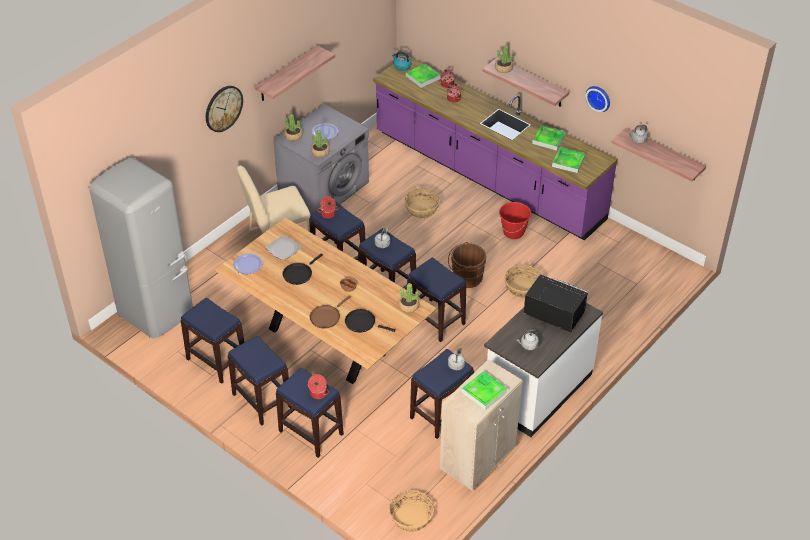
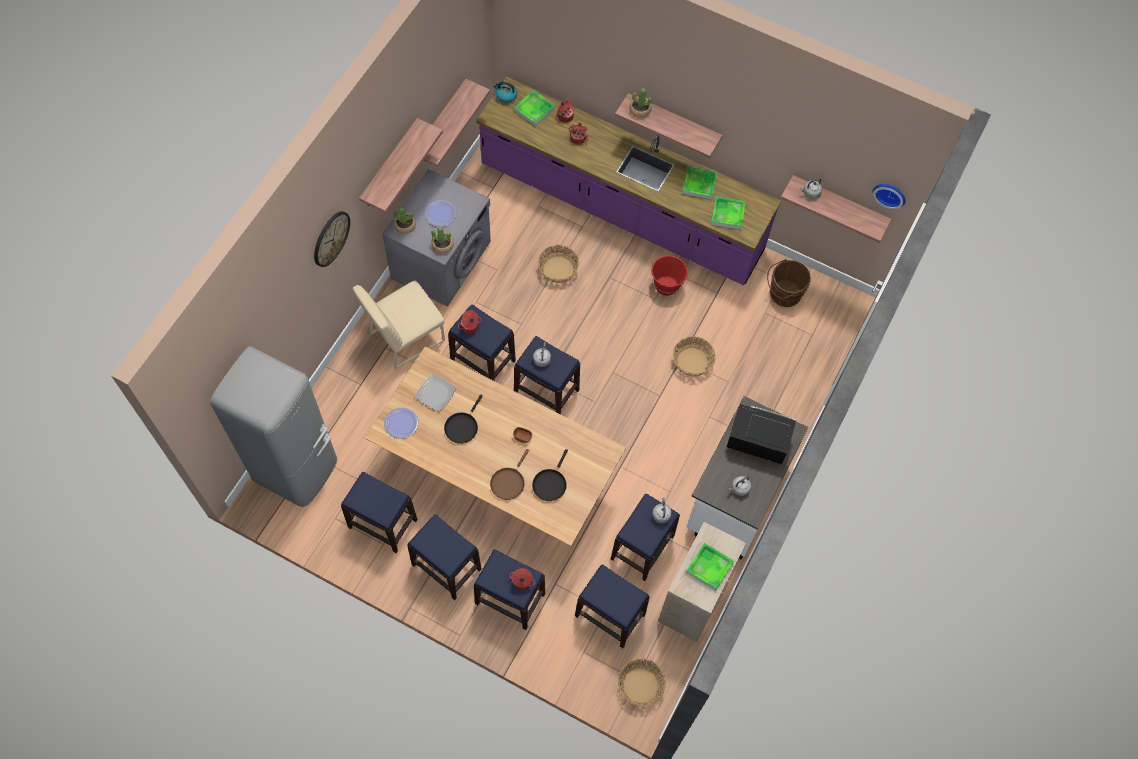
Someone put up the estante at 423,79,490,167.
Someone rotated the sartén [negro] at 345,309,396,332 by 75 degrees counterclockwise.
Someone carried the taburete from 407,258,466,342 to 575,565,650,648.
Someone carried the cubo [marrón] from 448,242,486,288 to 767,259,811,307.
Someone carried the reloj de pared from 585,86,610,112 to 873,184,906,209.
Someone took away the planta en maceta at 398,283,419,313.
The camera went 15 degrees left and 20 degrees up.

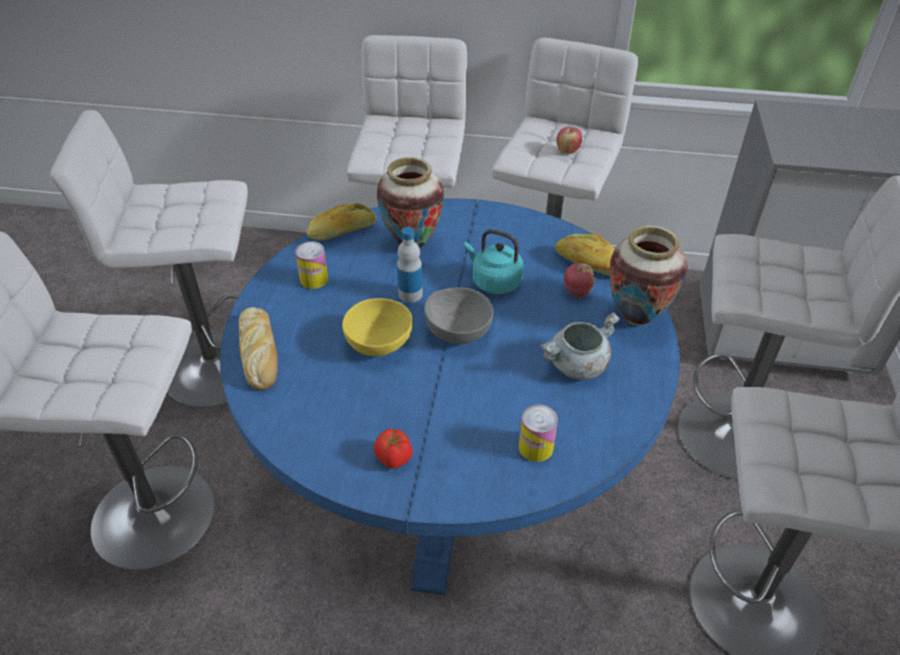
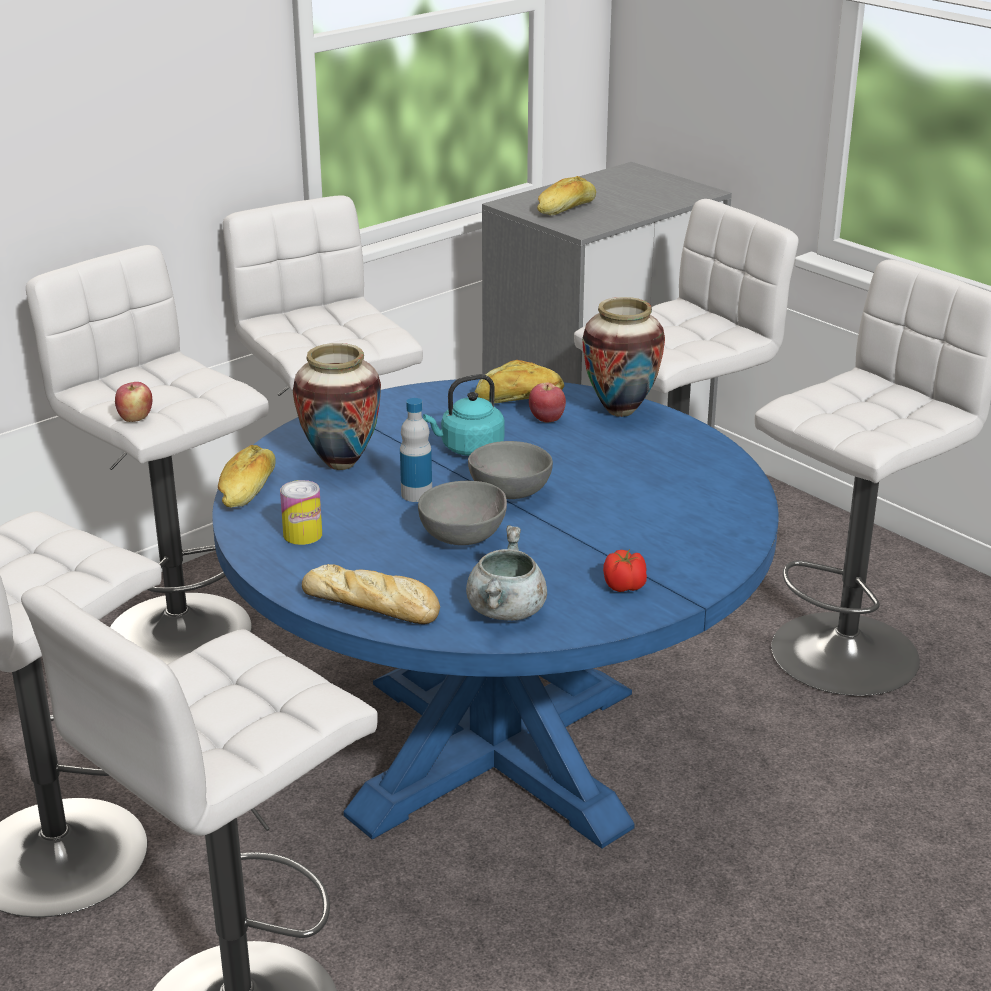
Someone carried the manzana from 557,127,582,154 to 115,382,152,422.
Someone repainted the cuenco [amarillo] at 342,298,413,356, which became the cuenco [gris] at 418,481,507,545.
Someone carried the olla [gris] from 540,312,620,380 to 466,525,547,621.
Someone put down the pan at 537,176,596,216.
Someone took away the lata at 519,404,558,462.
The camera went 50 degrees left and 15 degrees down.

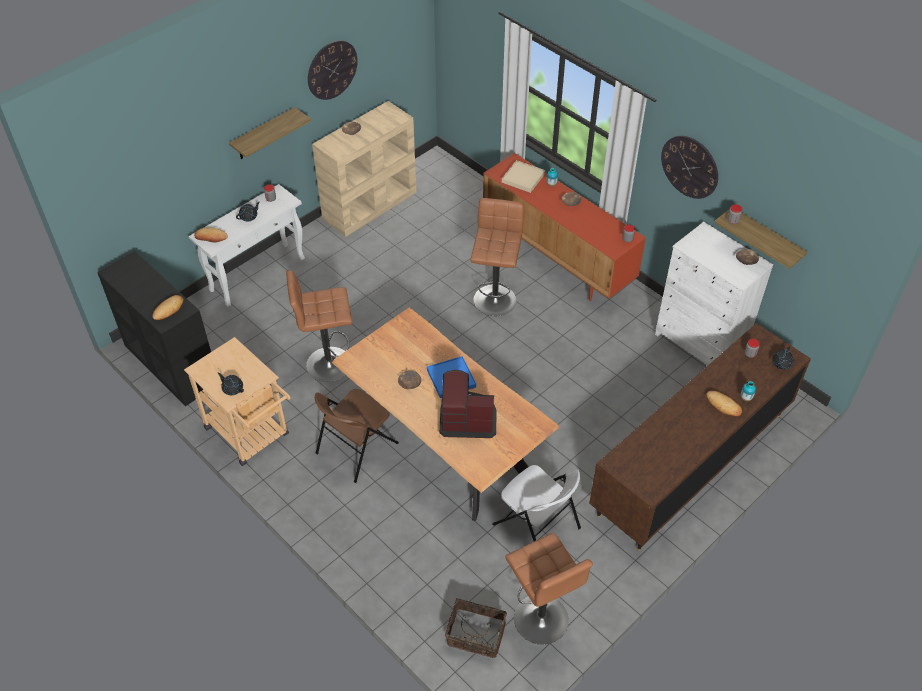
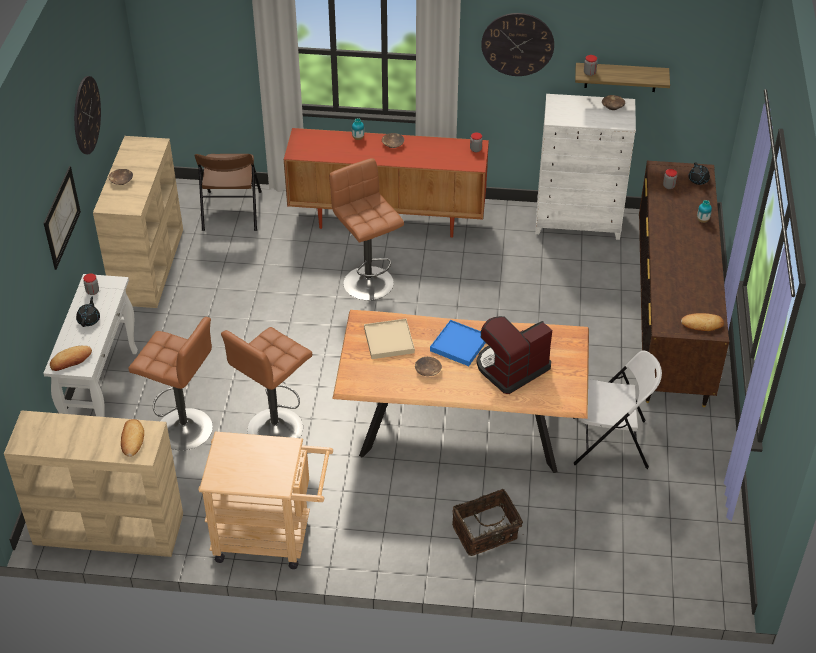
Someone repainted the estantería [negro] at 97,251,211,407, which became the estantería [beis] at 4,410,183,557.
Someone swapped the estante at 229,107,311,159 for the cuadro at 44,166,81,270.
Someone carried the taburete [marrón] from 505,532,593,645 to 128,317,213,450.
Someone carried the silla [marrón] from 315,389,399,483 to 194,154,262,231.
Someone carried the bandeja [beis] from 502,160,545,193 to 364,319,415,359.
Someone carried the cesta from 445,598,507,660 to 452,488,523,556.
Someone carried the pan from 706,391,742,416 to 681,313,724,331.
Someone took away the tetera [negro] at 218,372,244,395.
The camera went 40 degrees left and 5 degrees down.

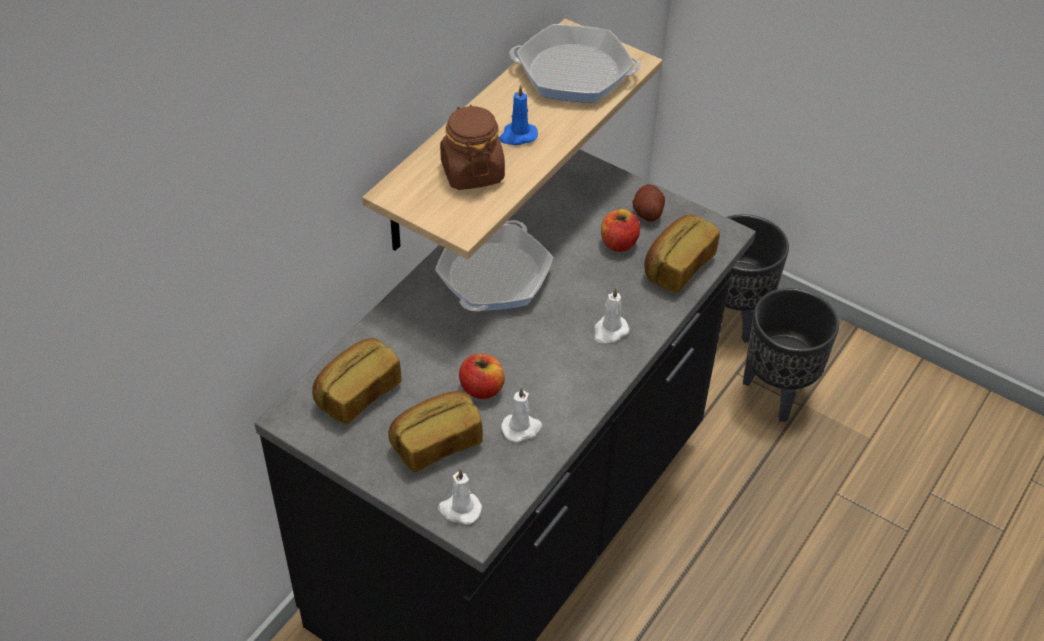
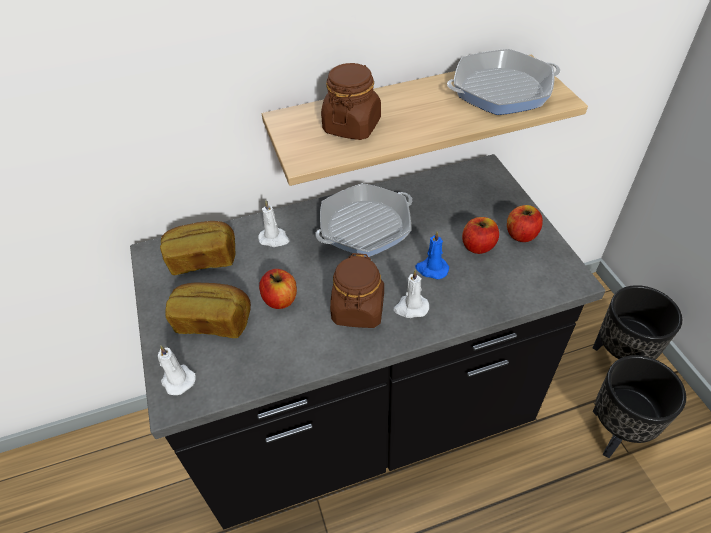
Someone carried the vela [blanco] from 501,386,542,442 to 258,200,289,247.
Someone put down the tarro [marrón] at 330,253,384,328.
Someone carried the vela [azul] from 499,85,538,145 to 415,231,449,279.
Someone rotated the sartén at 510,24,641,103 by 120 degrees clockwise.
Someone swapped the patata at 633,184,665,221 for the manzana at 507,205,543,242.
Someone took away the pan at 644,215,720,292.
The camera went 40 degrees right and 0 degrees up.

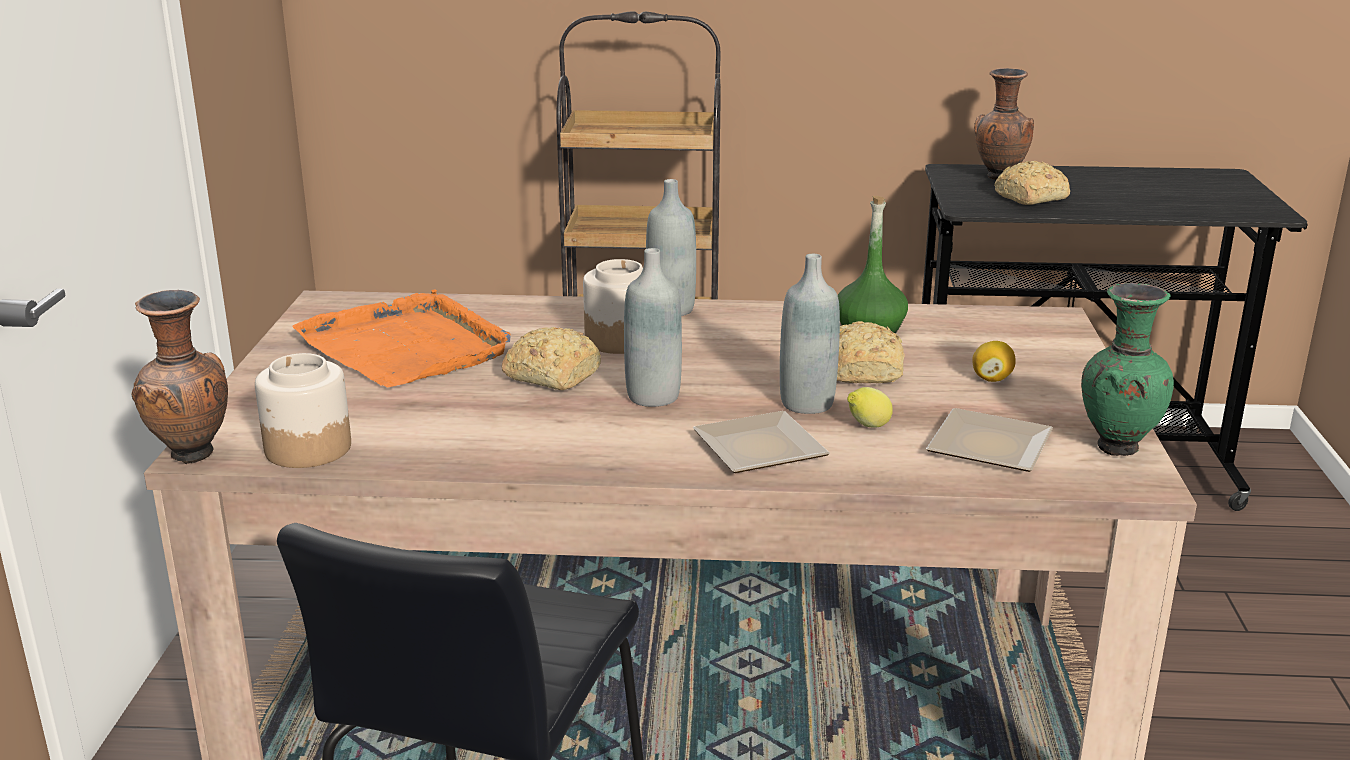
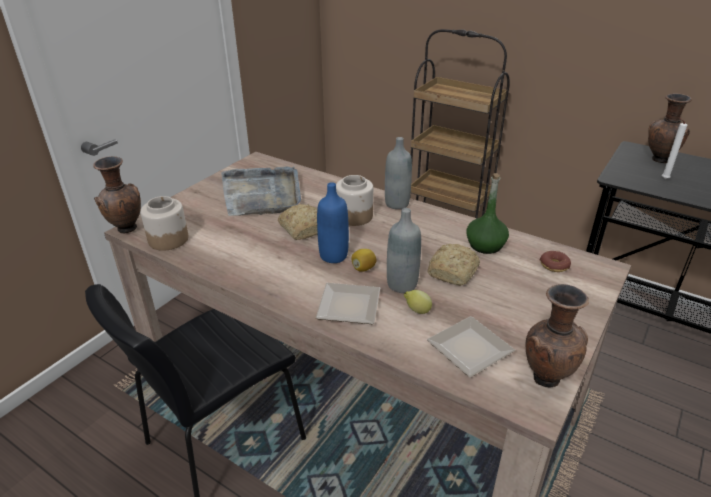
Someone repainted the bandeja [naranja] at 293,289,511,387, which became the bandeja [gris] at 221,166,301,216.
Someone repainted the botella [gris] at 624,248,682,407, which became the botella [azul] at 317,182,349,263.
Someone carried the limón from 972,341,1016,382 to 351,249,376,272.
Someone repainted the florero [verde] at 1081,283,1174,456, which became the florero [marrón] at 525,284,589,387.
Someone put down the rosquilla at 539,251,571,272.
Someone swapped the pan at 994,161,1070,205 for the vela [blanco] at 662,118,687,179.
The camera went 30 degrees right and 10 degrees up.

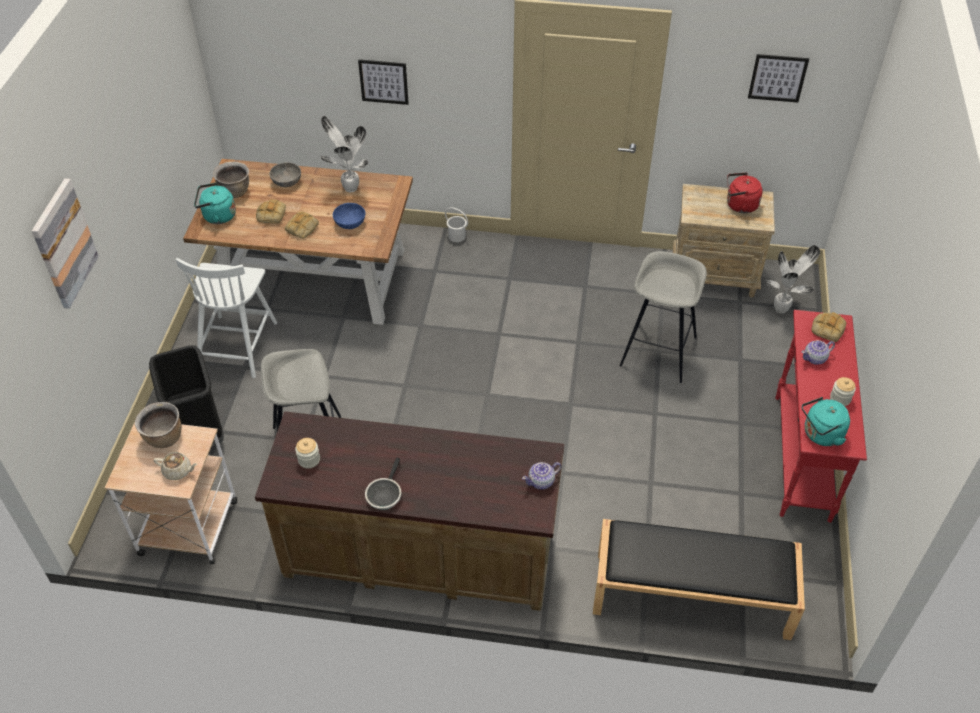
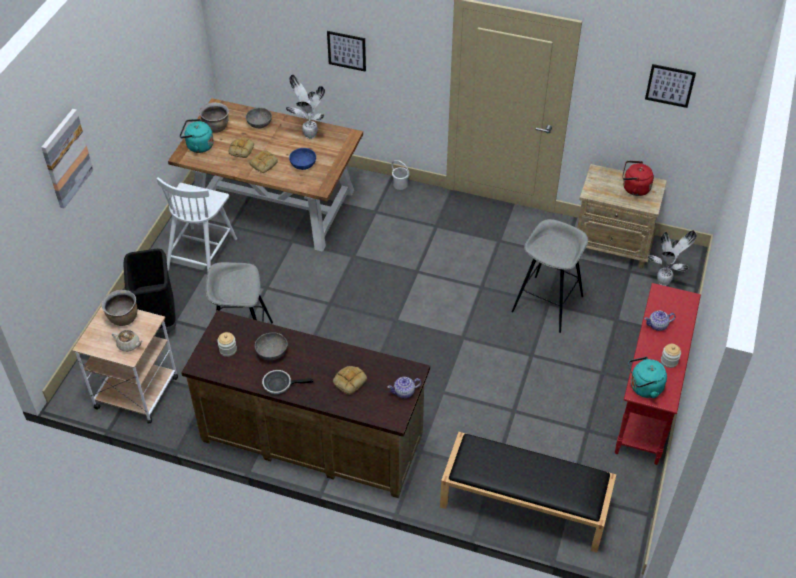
Someone put down the cuenco [gris] at 255,332,288,360.
Someone rotated the sartén at 365,458,401,510 by 60 degrees clockwise.
Someone carried the pan from 812,312,846,342 to 333,366,367,395.
The camera went 10 degrees right and 0 degrees up.

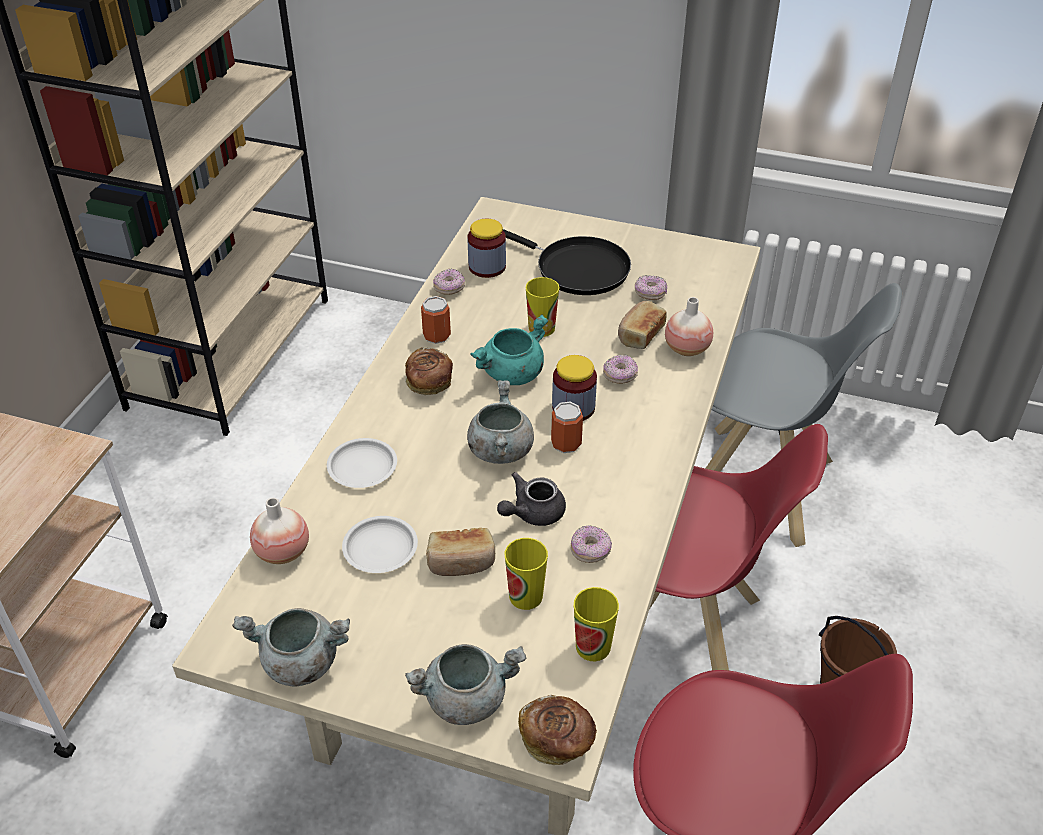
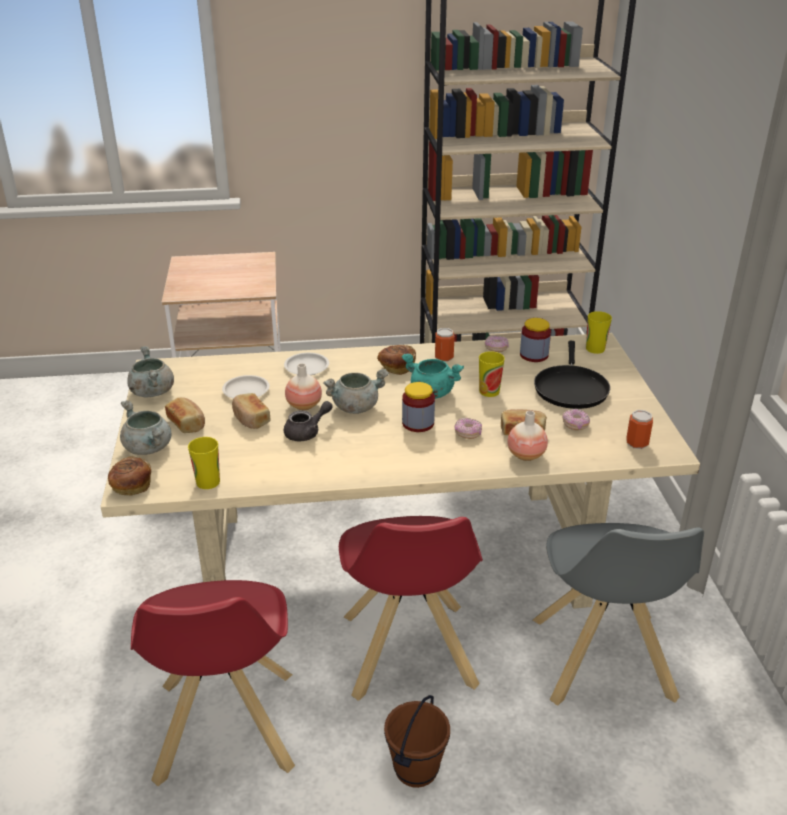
Someone put down the pan at 165,397,205,433.
Someone rotated the tetera [gris] at 497,472,566,526 by 120 degrees clockwise.
Someone carried the florero from 250,498,309,564 to 285,363,322,410.
Someone carried the taza from 505,538,548,610 to 586,311,612,354.
Someone carried the lata from 551,402,583,453 to 626,410,653,449.
Someone took away the rosquilla at 571,525,612,563.
The camera went 65 degrees right and 10 degrees down.

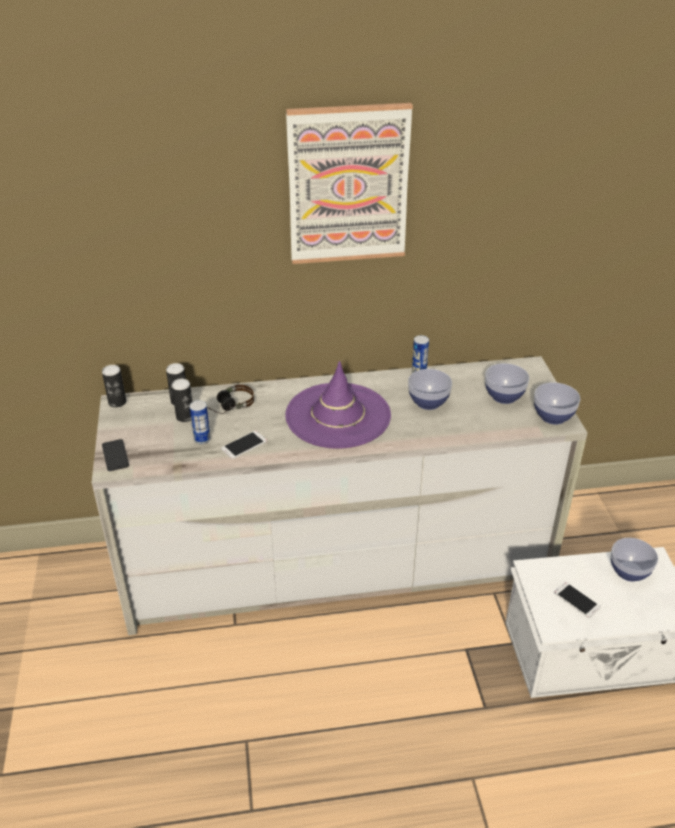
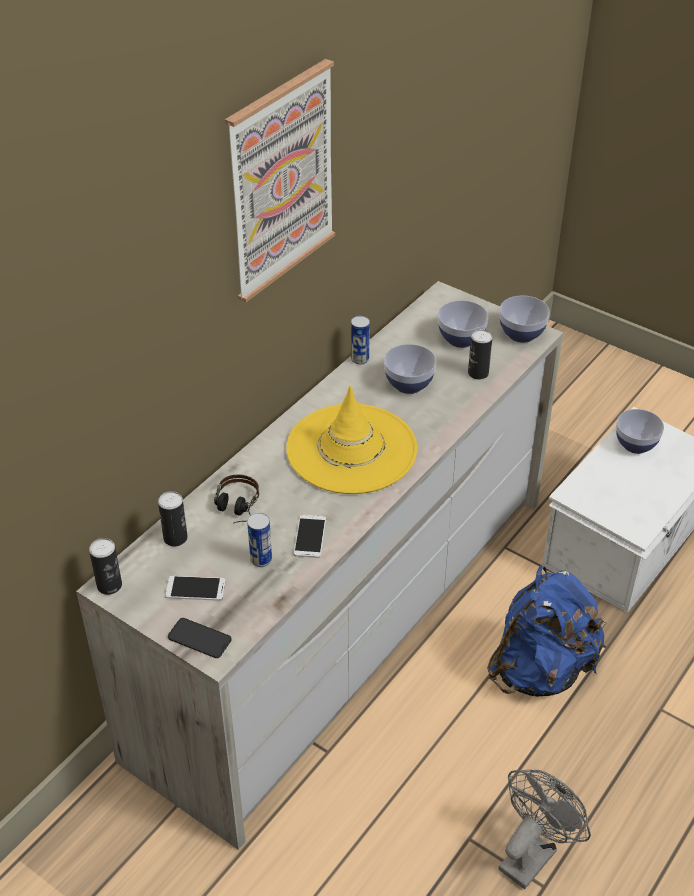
Someone carried the móvil from 554,582,601,618 to 165,576,226,601.
Someone repainted the sombrero [morado] at 285,361,391,449, which became the sombrero [amarillo] at 286,386,417,494.
Someone carried the lata from 171,379,192,422 to 468,329,492,380.
Someone put down the mochila [azul] at 487,566,606,697.
Someone put down the ventilador [gris] at 498,770,591,889.
The camera went 45 degrees left and 5 degrees up.

